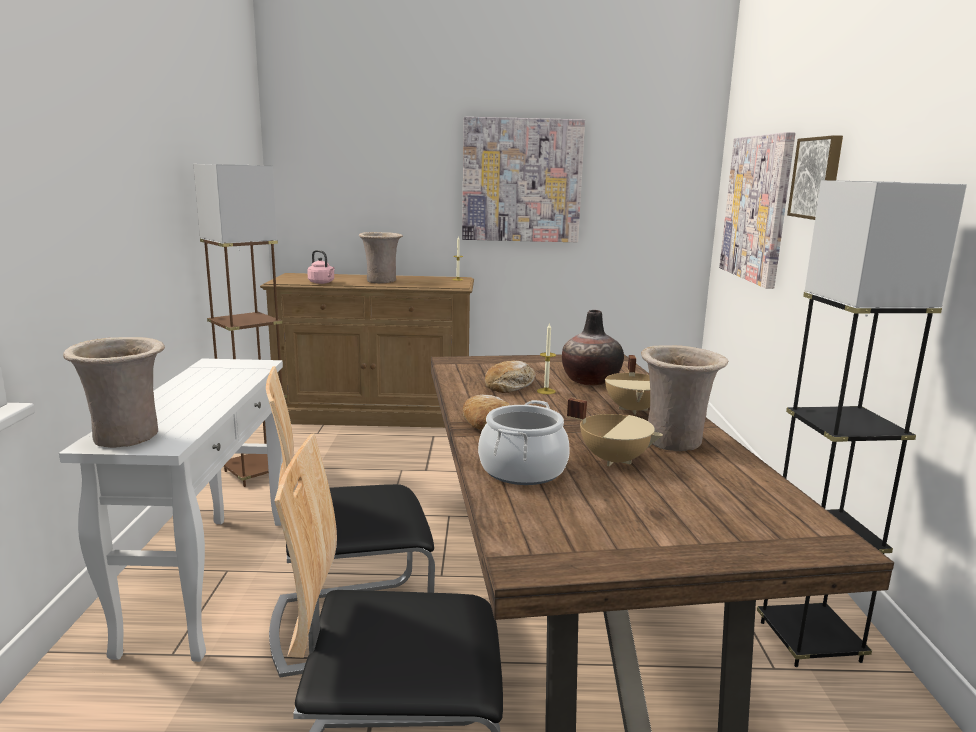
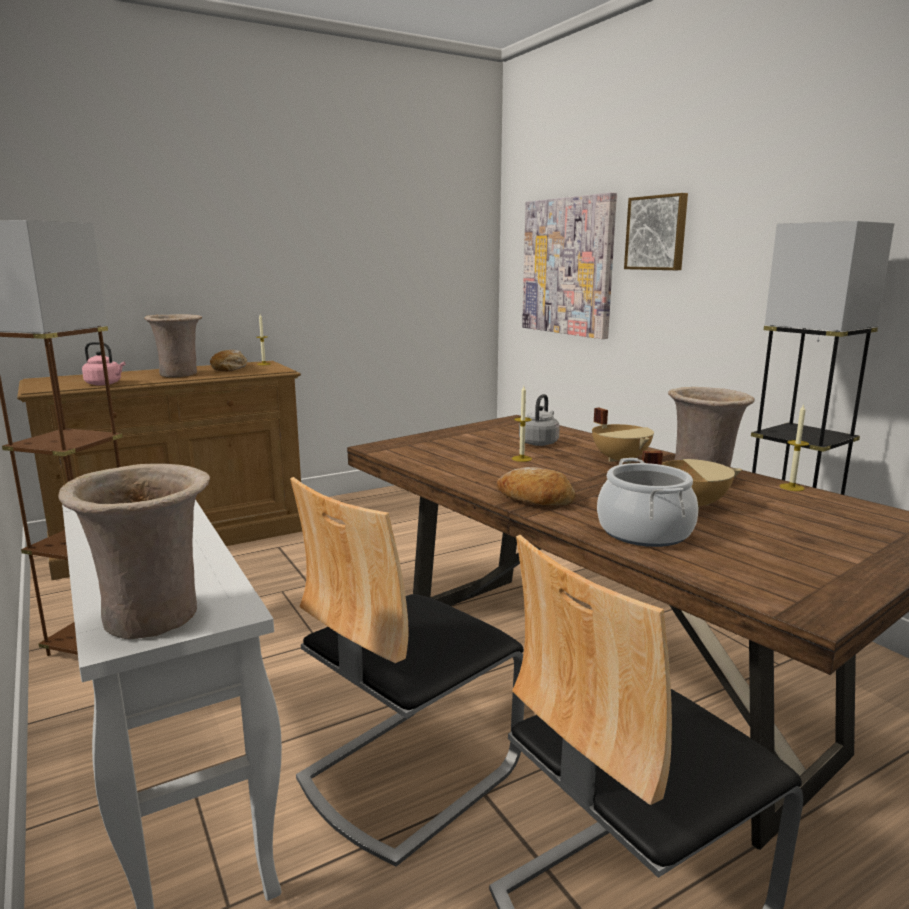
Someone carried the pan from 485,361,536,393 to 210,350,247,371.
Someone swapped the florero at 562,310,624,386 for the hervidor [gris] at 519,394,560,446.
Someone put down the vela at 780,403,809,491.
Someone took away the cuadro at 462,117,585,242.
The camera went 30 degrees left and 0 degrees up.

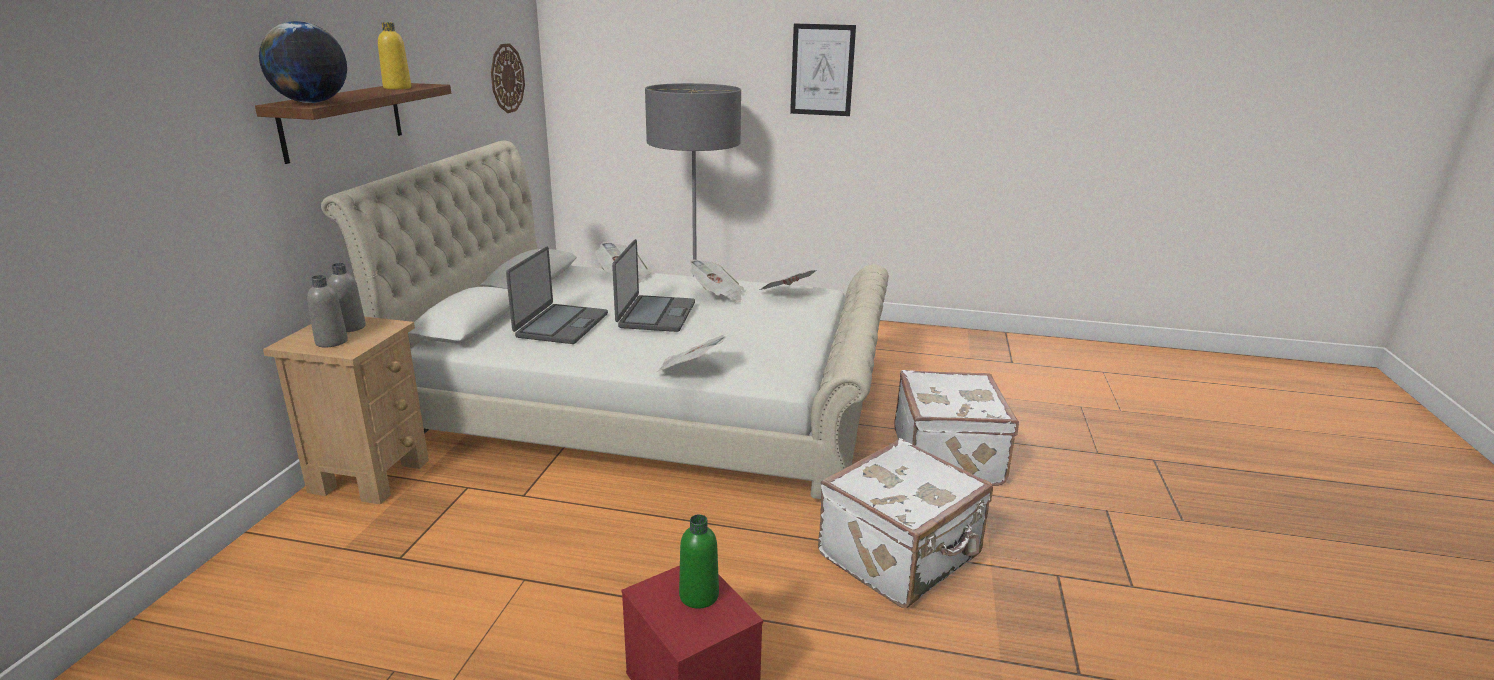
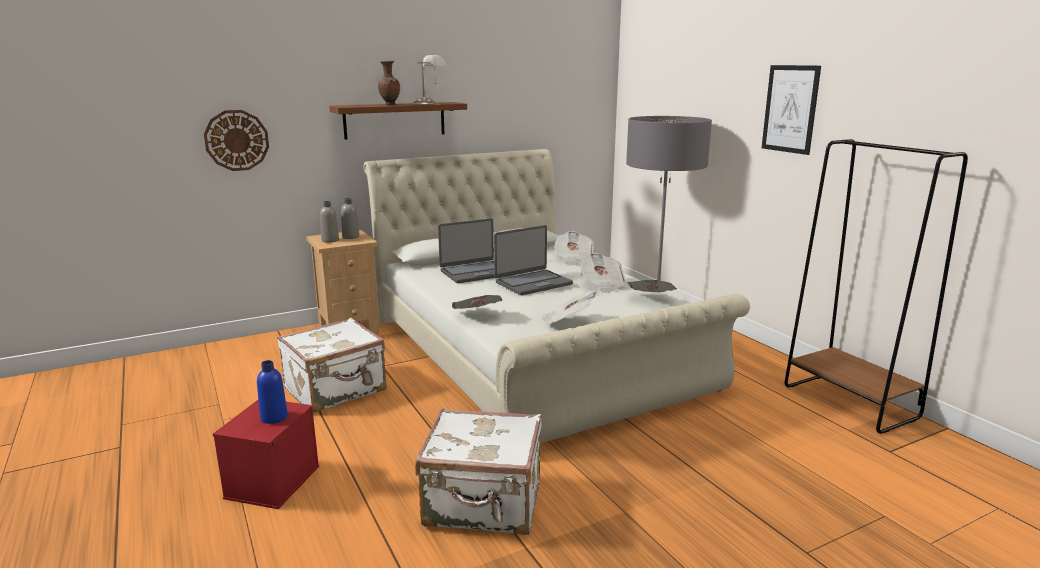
Someone carried the reloj de pared from 491,43,525,113 to 204,110,269,171.
Someone repainted the botella [verde] at 679,514,719,609, which became the botella [azul] at 257,360,288,424.
Someone carried the maleta [blanco] from 894,370,1019,486 to 277,318,387,413.
Someone put down the florero [marrón] at 378,61,400,105.
Someone swapped the botella [amarillo] at 378,22,411,90 for the lámpara de mesa [blanco] at 412,55,446,104.
Someone put down the periódico at 541,290,599,325.
Someone put down the perchero at 784,139,968,434.
Someone took away the globo terráqueo at 259,21,347,103.
The camera went 50 degrees right and 5 degrees down.

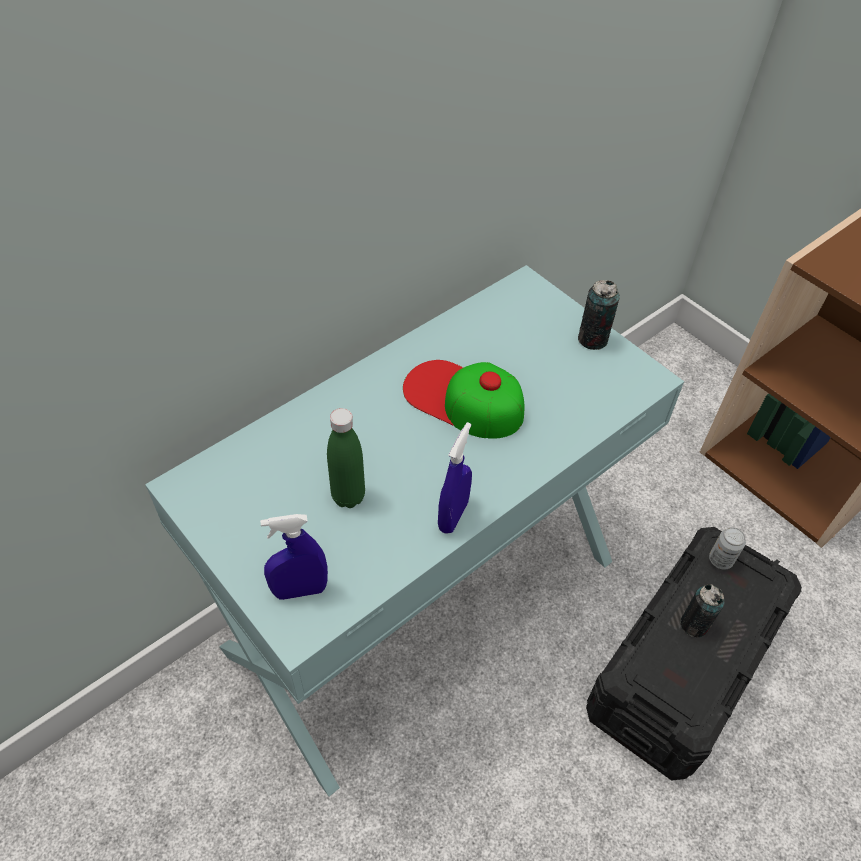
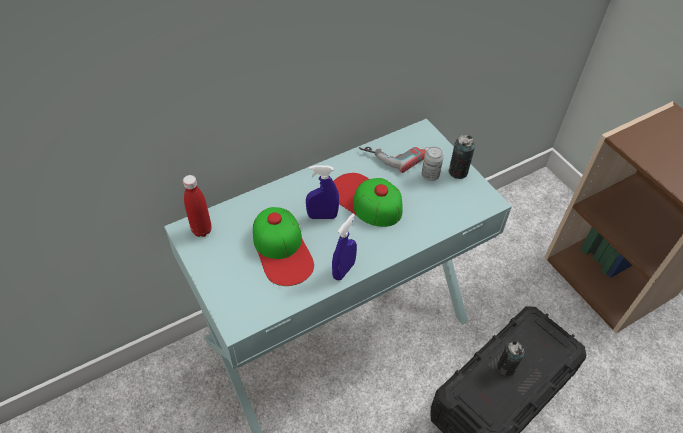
Someone put down the botella [rojo] at 183,175,212,237.
Someone swapped the botella [verde] at 327,408,365,508 for the gorra at 253,207,314,286.
Someone carried the pulverizador [azul] from 260,514,328,600 to 306,166,339,219.
Someone put down the taladro at 359,147,430,173.
Someone carried the lata from 709,527,746,570 to 421,147,444,181.
The camera went 10 degrees right and 0 degrees up.

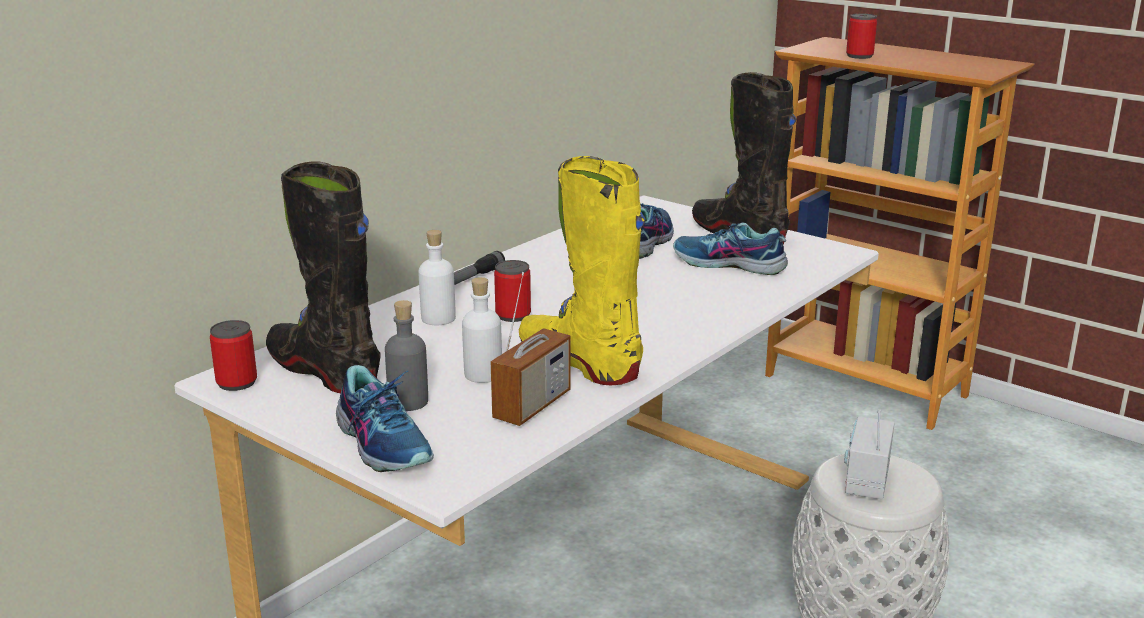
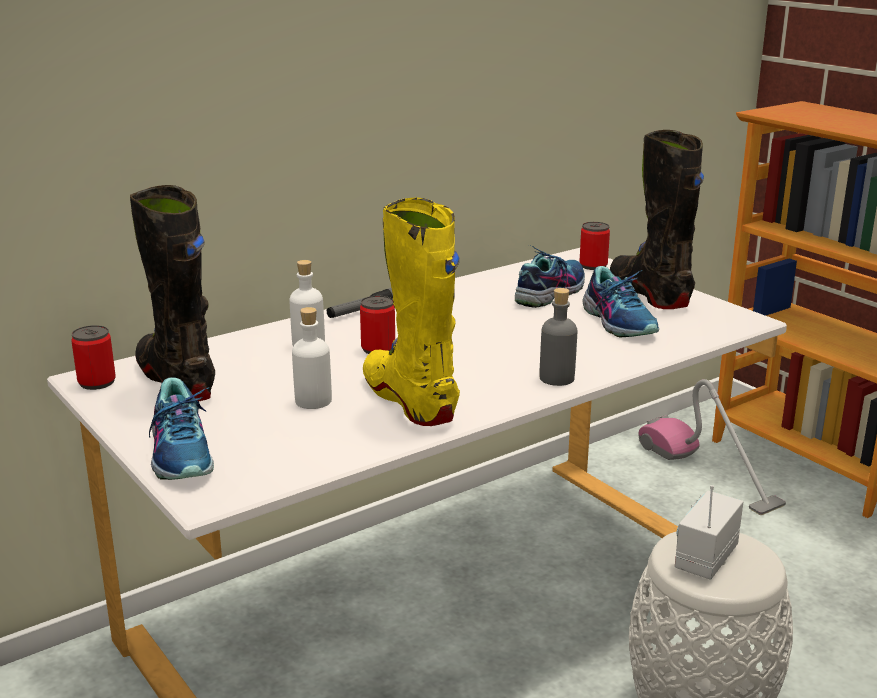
Someone carried the botella [gris] from 385,300,428,411 to 539,288,578,386.
Someone carried the lata from 846,13,877,59 to 579,222,610,270.
Someone rotated the zapato at 673,222,788,275 by 150 degrees counterclockwise.
Someone put down the aspiradora at 638,379,786,515.
Someone took away the radio at 491,272,570,426.
The camera went 15 degrees right and 0 degrees up.

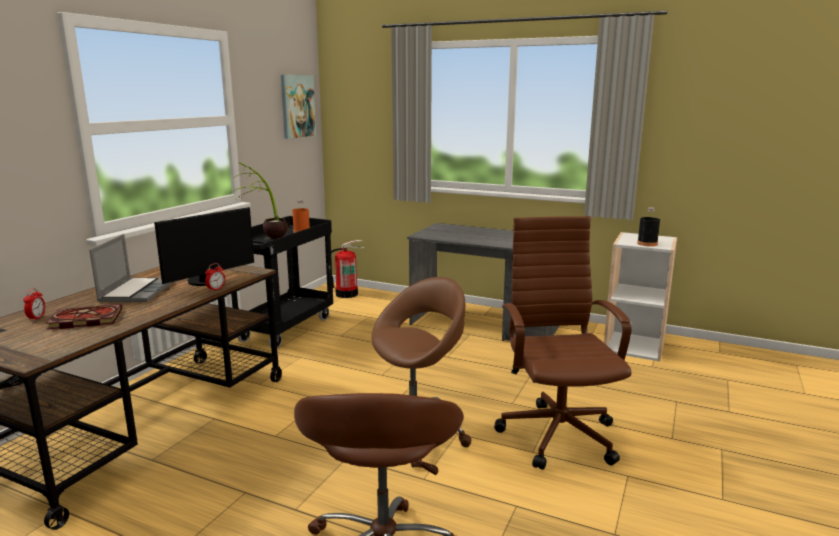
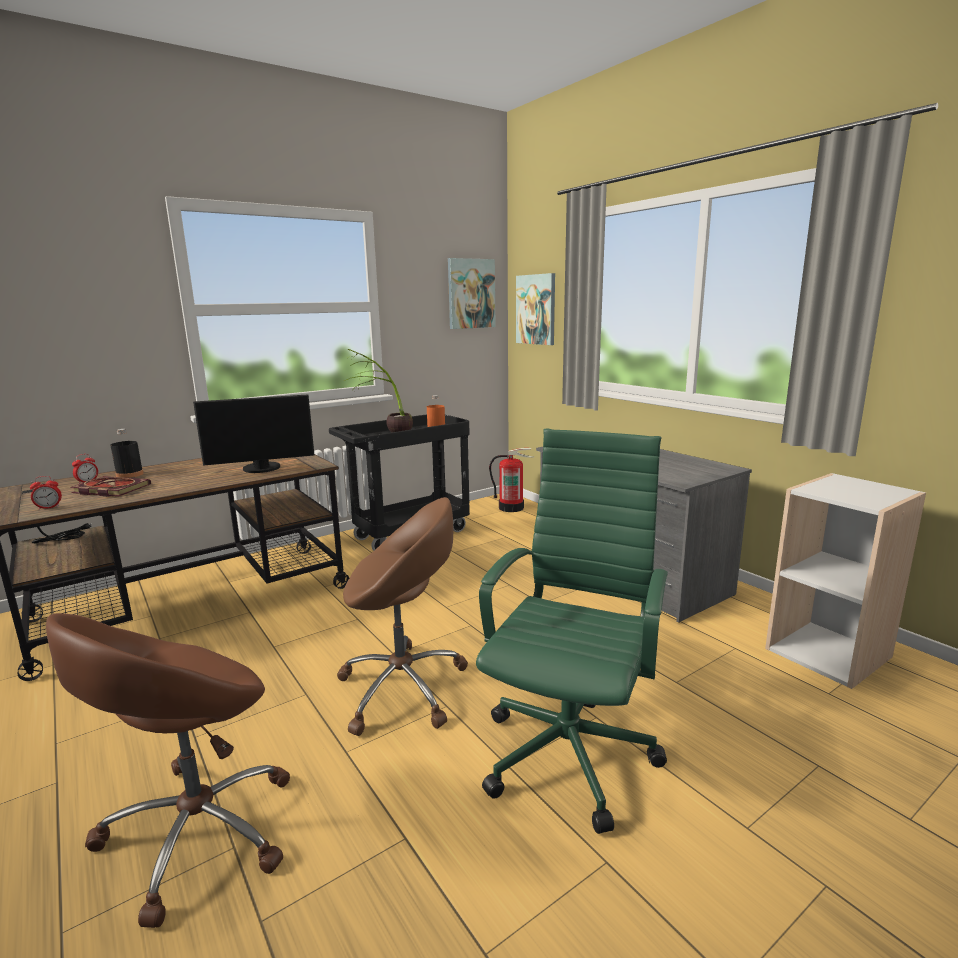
Someone carried the despertador from 205,263,225,292 to 30,476,62,510.
Someone carried the botella [negro] from 637,207,660,247 to 110,429,144,478.
Someone repainted the silla de oficina [marrón] at 494,216,632,470, which became the silla de oficina [verde] at 476,428,668,834.
Someone put up the cuadro at 516,273,555,345.
Someone took away the portátil at 89,234,173,302.
The camera went 30 degrees right and 0 degrees up.

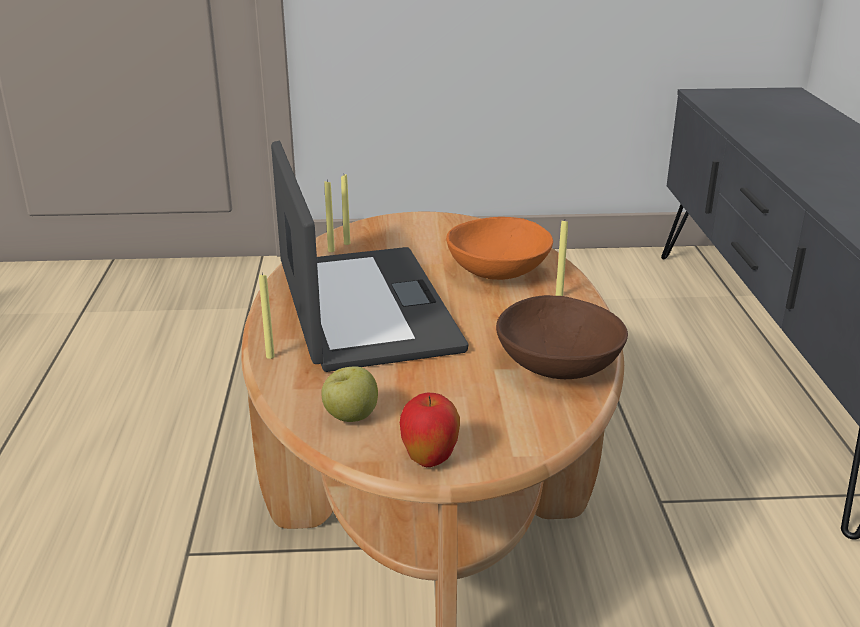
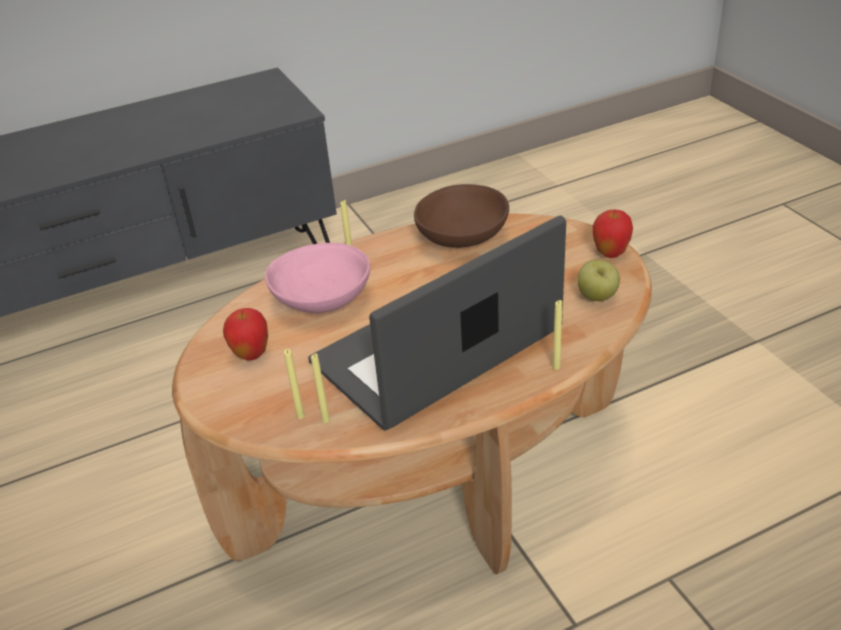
Someone put down the manzana at 223,308,268,360.
Someone repainted the cuenco [naranja] at 446,217,553,280, which became the cuenco [rosa] at 265,243,370,313.
The camera went 110 degrees left and 10 degrees up.

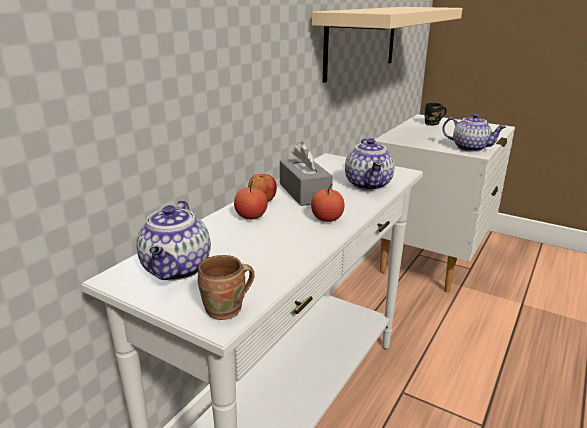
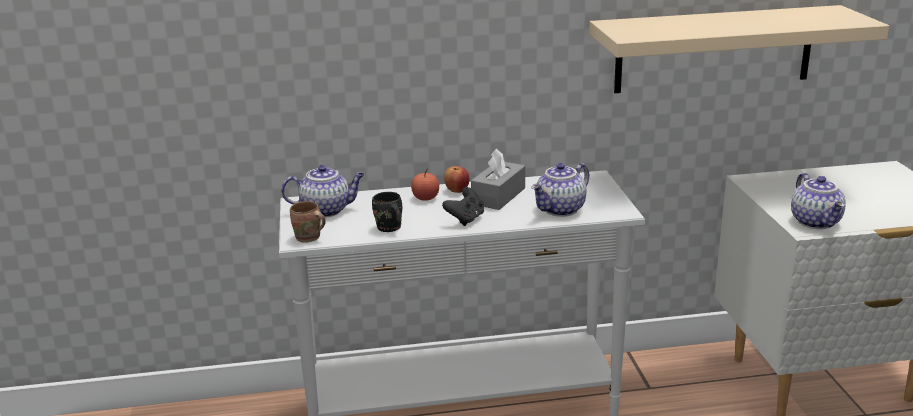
Someone rotated the tetera at 136,200,211,281 by 150 degrees counterclockwise.
Someone carried the taza grande [negro] from 425,103,447,125 to 372,192,402,232.
Someone swapped the manzana at 311,184,345,222 for the mando de consola [negro] at 442,187,484,226.
The camera went 50 degrees right and 0 degrees up.

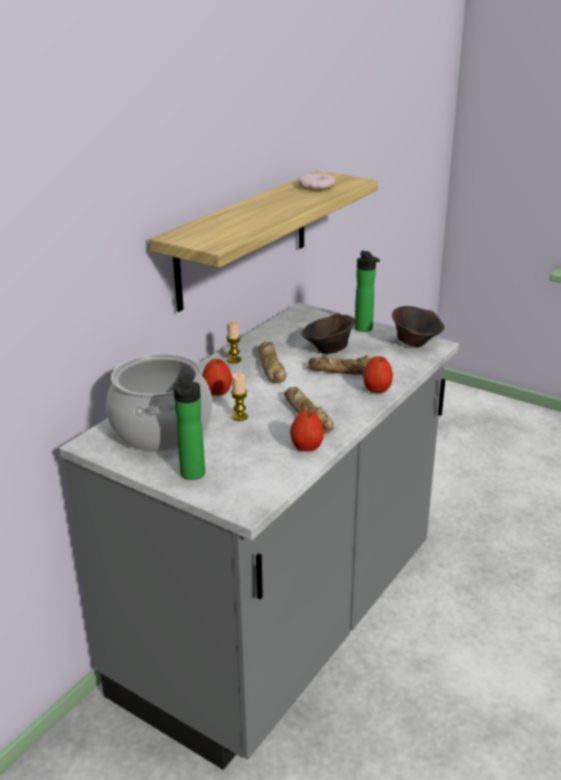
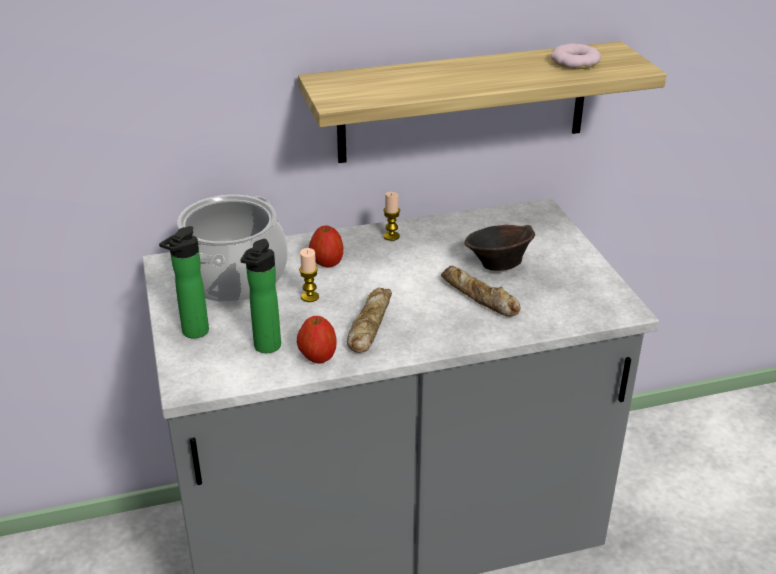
Someone carried the botella from 354,251,380,332 to 240,239,281,353.
Someone took away the pan at 258,342,287,383.
Someone took away the manzana at 363,356,393,393.
Someone took away the cuenco [marrón] at 392,306,444,347.
The camera went 40 degrees right and 5 degrees up.

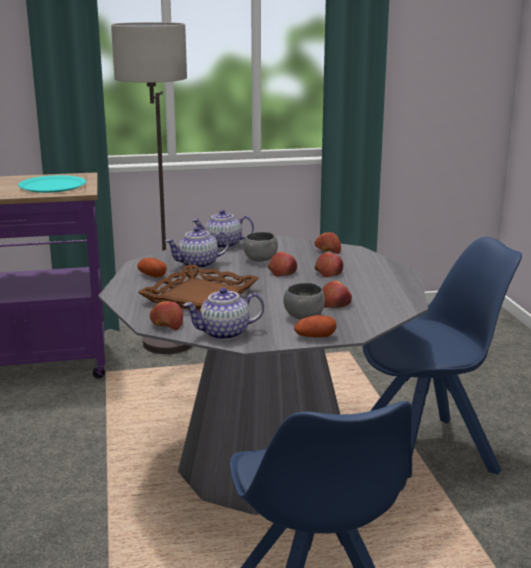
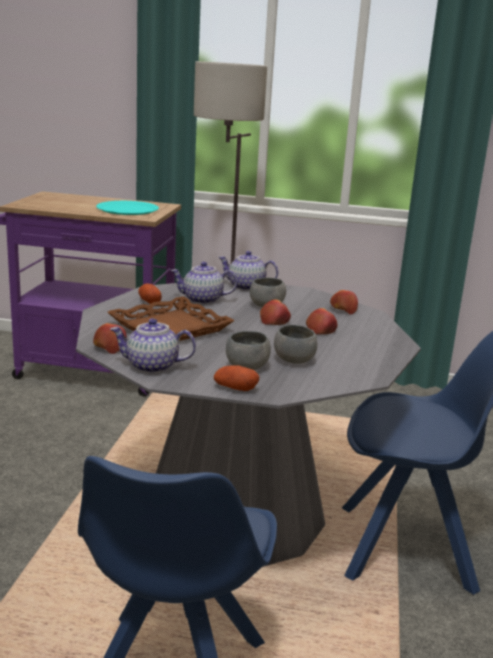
Someone swapped the manzana at 322,281,352,308 for the cuenco [gris] at 274,325,317,364.
The camera went 20 degrees right and 0 degrees up.

